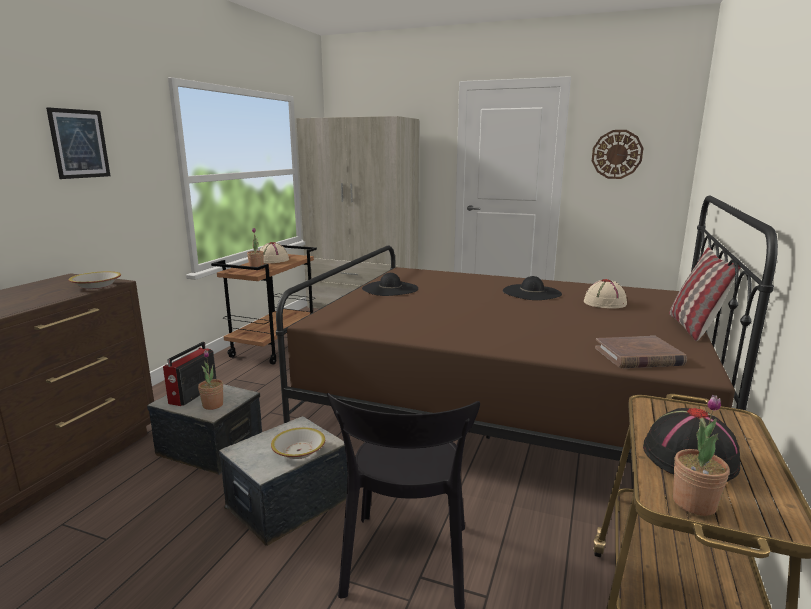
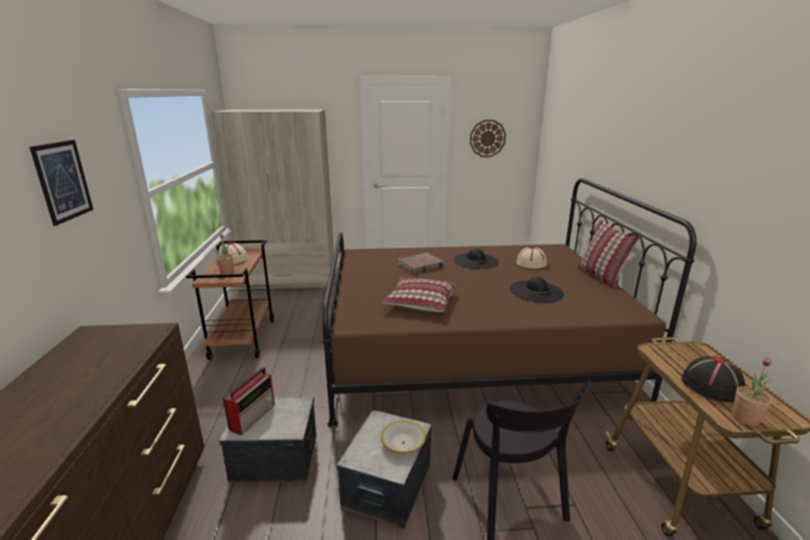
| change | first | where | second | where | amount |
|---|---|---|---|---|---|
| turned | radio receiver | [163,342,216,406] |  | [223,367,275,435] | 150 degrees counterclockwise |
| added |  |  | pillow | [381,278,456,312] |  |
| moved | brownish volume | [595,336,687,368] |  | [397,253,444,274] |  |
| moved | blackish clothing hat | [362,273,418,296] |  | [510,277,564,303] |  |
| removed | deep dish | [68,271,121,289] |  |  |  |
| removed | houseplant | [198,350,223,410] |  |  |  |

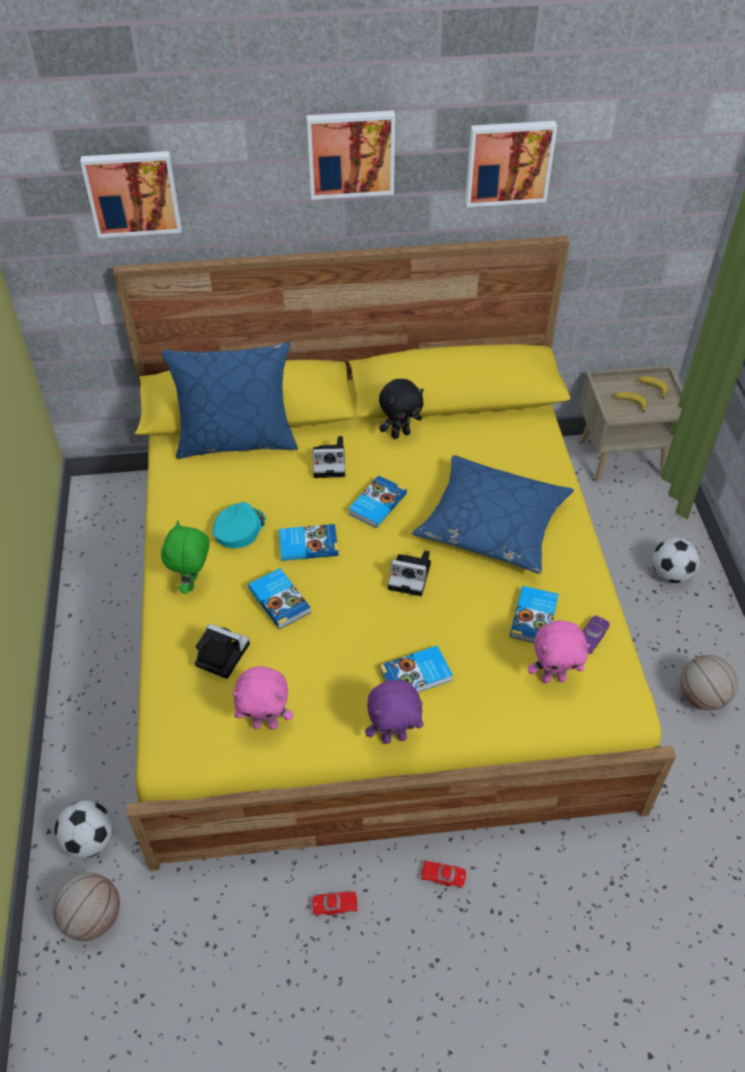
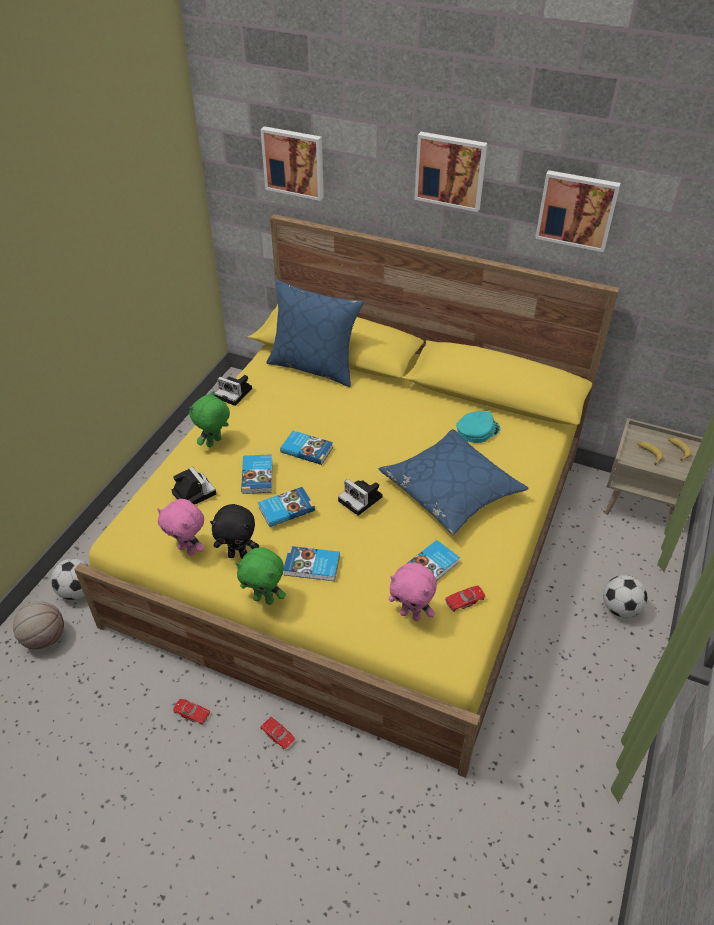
| change | first | where | second | where | amount |
|---|---|---|---|---|---|
| moved | blackish soft toy | [379,379,424,439] |  | [210,504,259,559] |  |
| moved | photo camera | [312,436,345,478] |  | [214,375,252,406] |  |
| recoloured | purplish soft toy | [365,680,424,744] | green-coloured soft toy | [236,548,286,605] |  |
| moved | volume | [348,475,407,528] |  | [258,487,315,527] |  |
| recoloured | purplish model car | [583,615,610,654] | red-coloured model car | [445,586,485,612] |  |
| moved | turquoise baseball cap | [213,502,266,548] |  | [456,411,501,443] |  |
| removed | basketball ball | [680,655,738,710] |  |  |  |

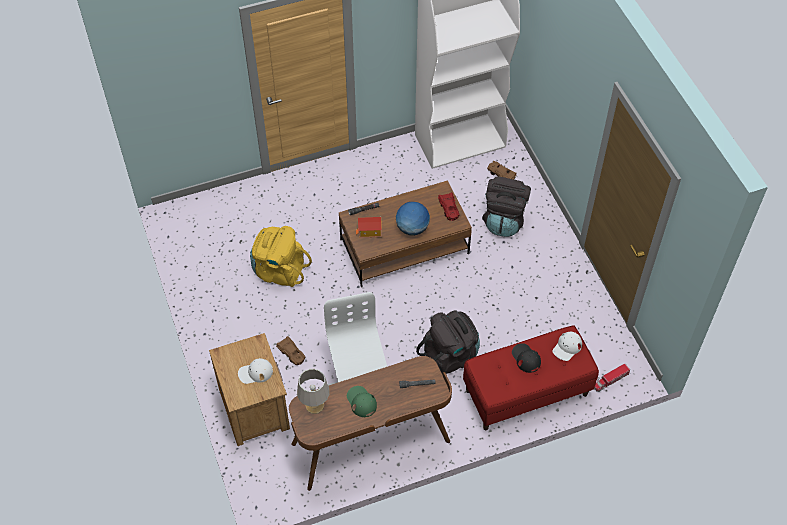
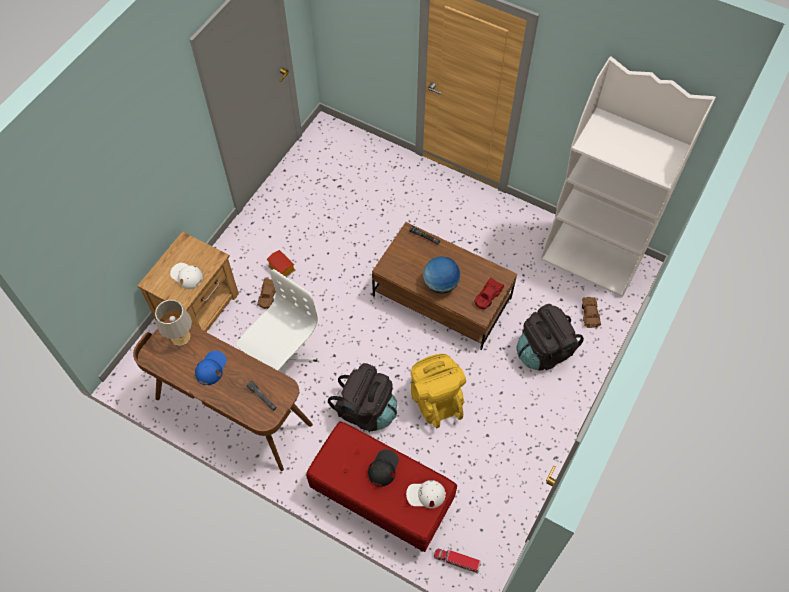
| change | first | where | second | where | amount |
|---|---|---|---|---|---|
| recoloured | green-coloured baseball cap | [347,386,377,417] | blue baseball cap | [195,351,227,385] |  |
| moved | model house | [356,217,382,238] |  | [267,250,295,277] |  |
| moved | yellow-coloured rucksack | [250,226,312,287] |  | [410,354,466,428] |  |

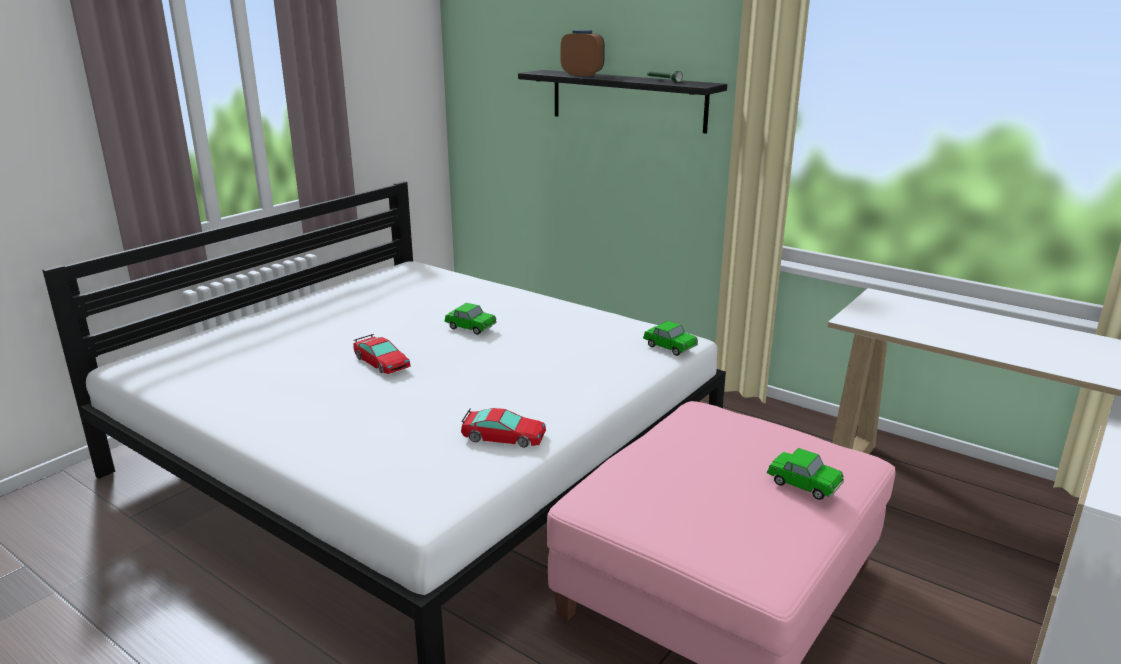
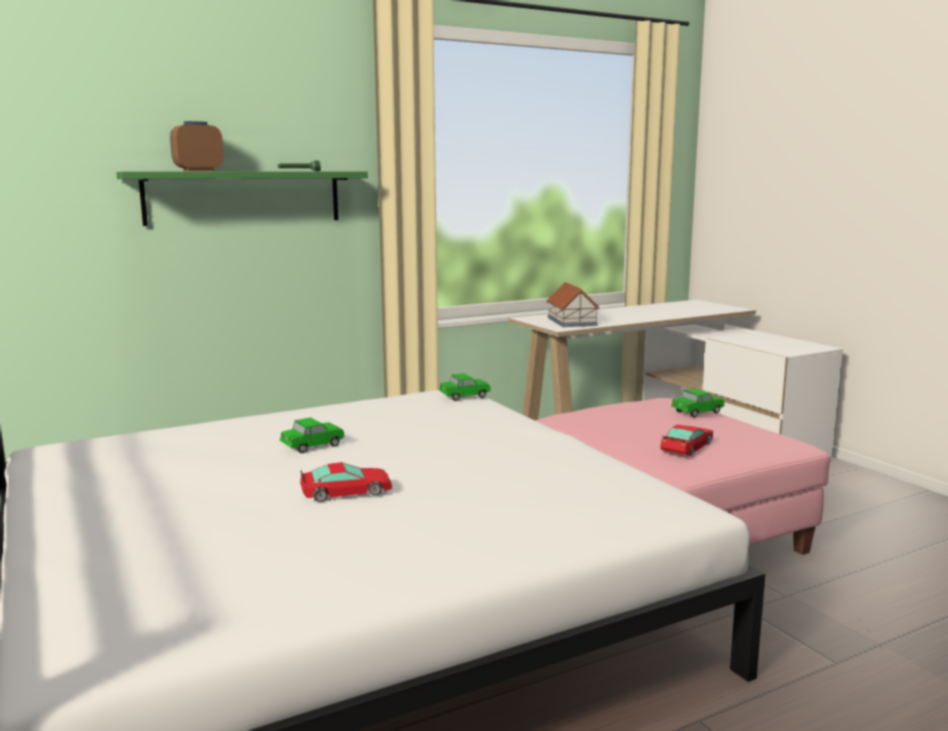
| change | first | where | second | where | amount |
|---|---|---|---|---|---|
| recoloured | blackish bracket shelf | [518,70,727,134] | green-coloured bracket shelf | [116,171,368,226] |  |
| added |  |  | model house | [546,282,600,327] |  |
| moved | model car | [461,408,546,448] |  | [660,425,713,456] |  |

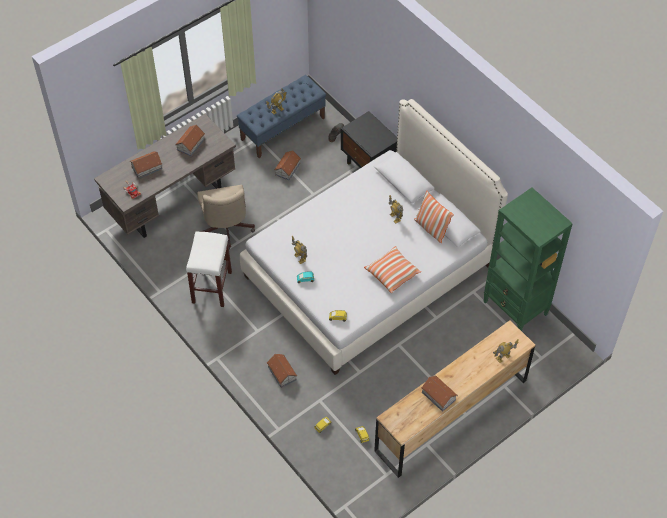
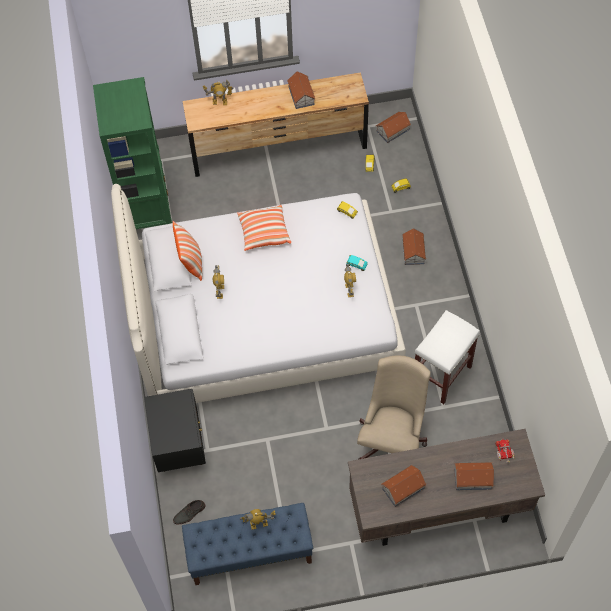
| change | first | where | second | where | amount |
|---|---|---|---|---|---|
| moved | model house | [274,150,301,180] |  | [376,112,411,143] |  |

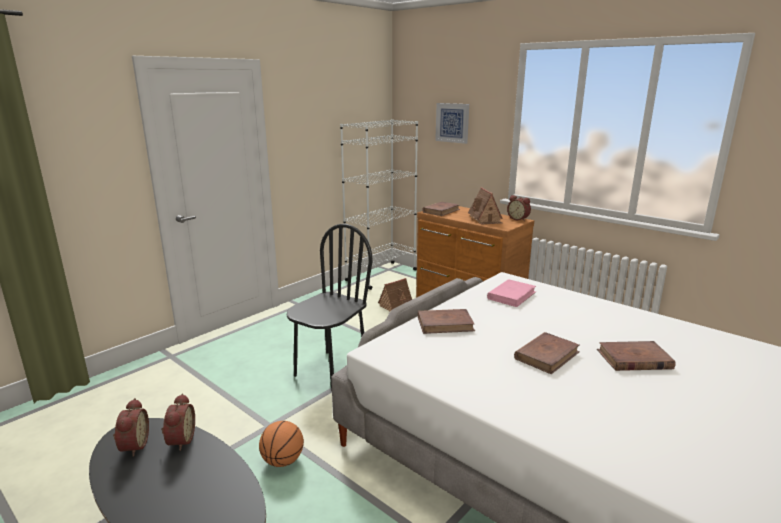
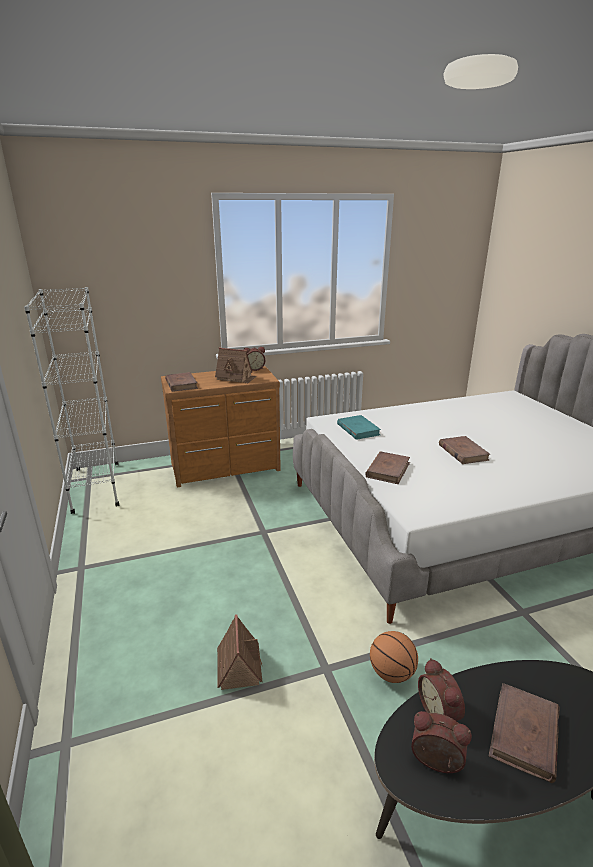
| change | first | where | second | where | amount |
|---|---|---|---|---|---|
| moved | model house | [378,278,412,311] |  | [217,614,262,690] |  |
| recoloured | pink volume | [487,279,536,307] | turquoise volume | [337,415,381,440] |  |
| turned | table clock | [161,393,195,451] |  | [418,658,465,721] | 135 degrees counterclockwise |
| moved | brownish volume | [597,341,676,371] |  | [489,683,560,783] |  |
| removed | blackish chair | [287,224,373,391] |  |  |  |
| removed | wall art | [435,103,469,144] |  |  |  |

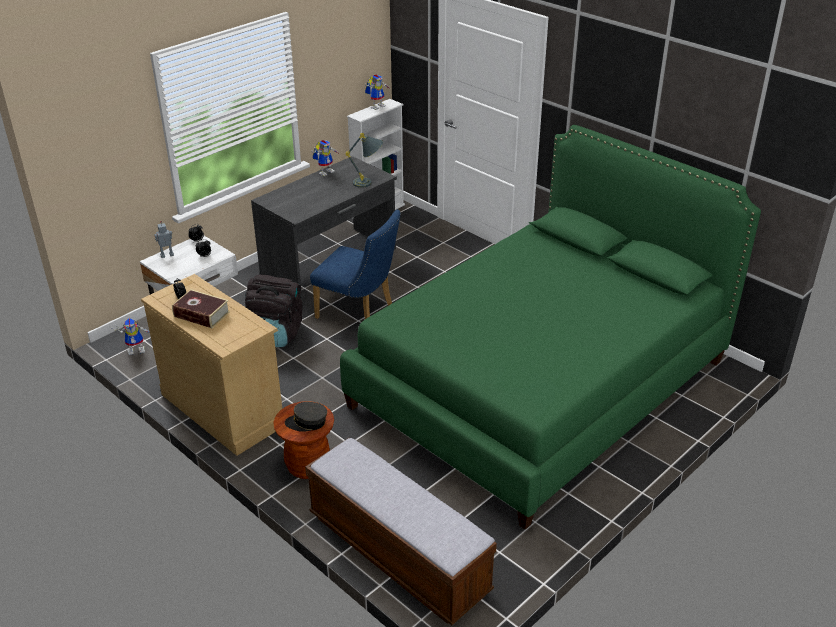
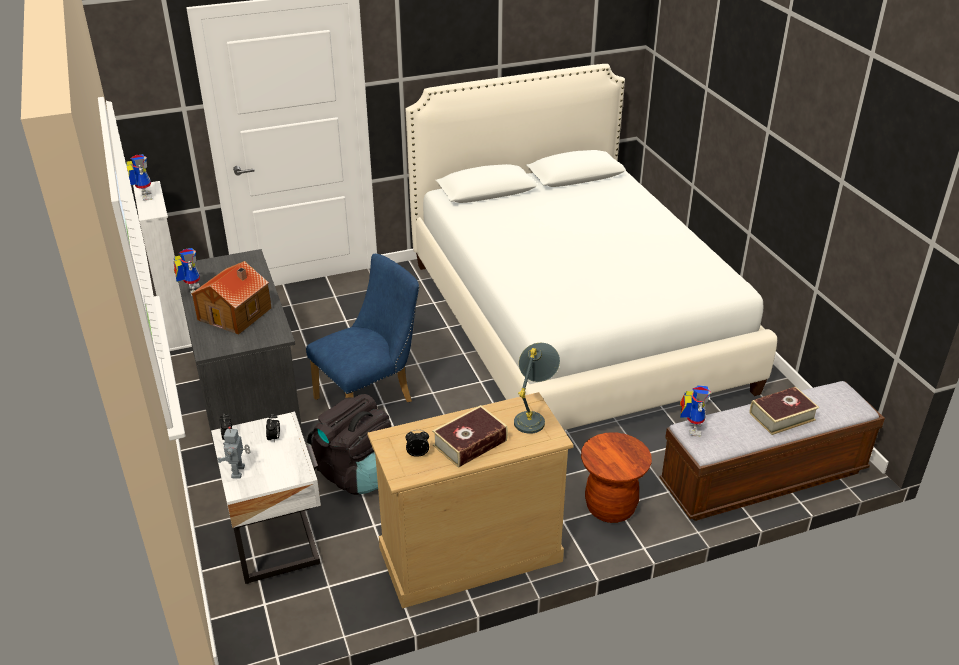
| change | first | where | second | where | amount |
|---|---|---|---|---|---|
| added |  |  | model house | [191,261,271,335] |  |
| recoloured | green-coloured bedroom bed | [340,125,761,529] | whitish bedroom bed | [406,64,777,430] |  |
| moved | greyish lamp for a table | [346,133,383,188] |  | [514,343,560,434] |  |
| moved | model robot | [111,318,150,355] |  | [680,385,711,437] |  |
| added |  |  | volume | [749,387,819,435] |  |
| removed | greyish baseball cap | [285,402,327,432] |  |  |  |

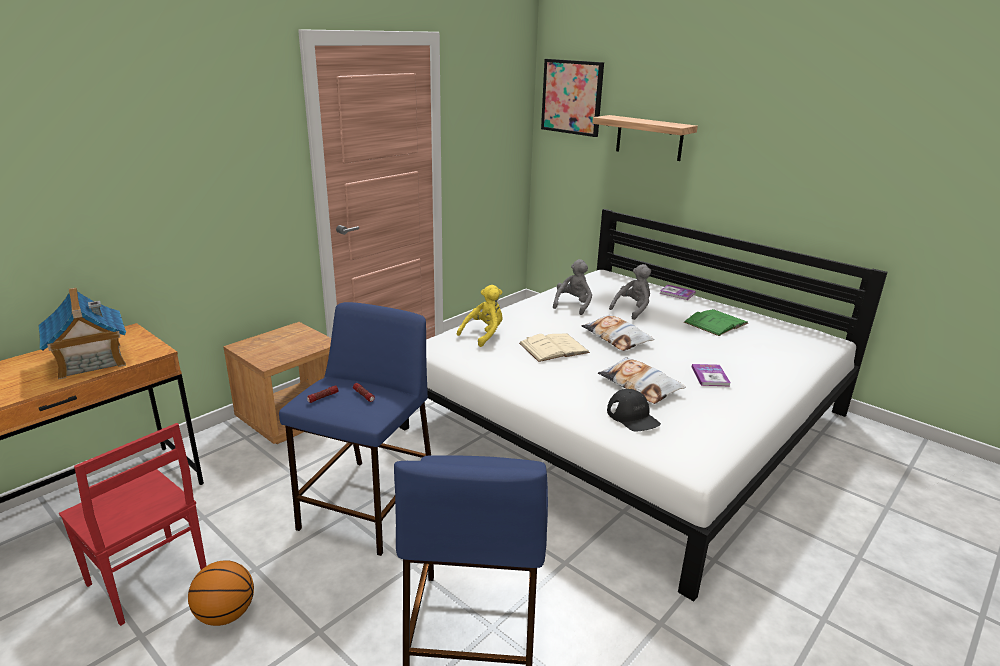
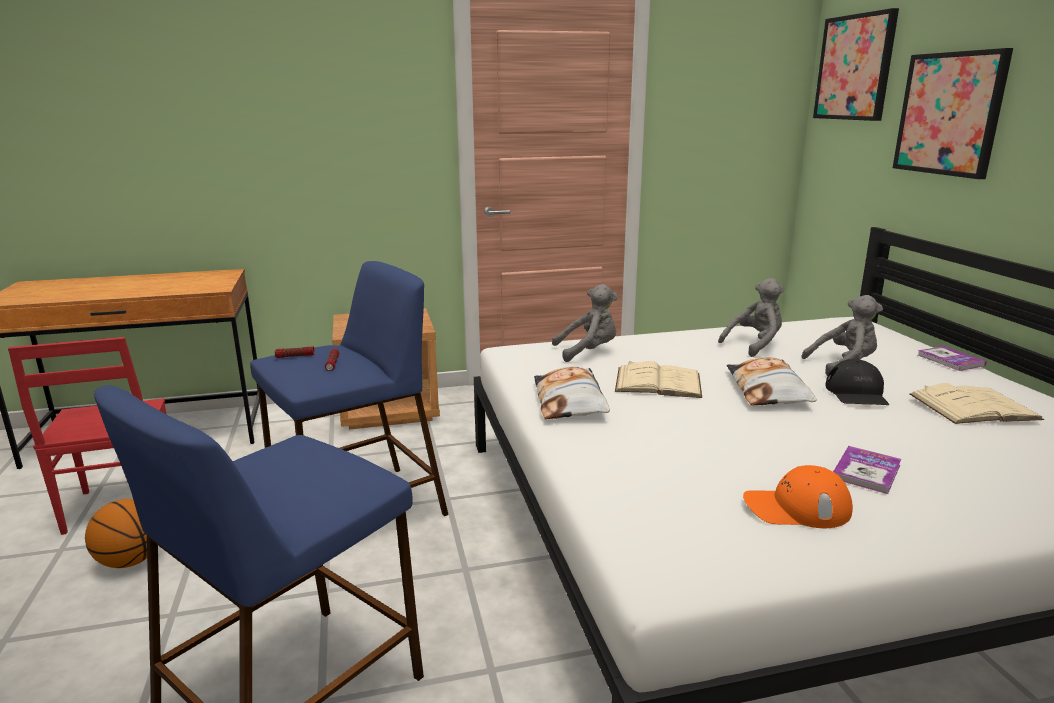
| change | first | where | second | where | amount |
|---|---|---|---|---|---|
| moved | pillow | [598,357,686,404] |  | [534,367,610,419] |  |
| recoloured | yellow-coloured soft toy | [457,285,503,347] | greyish soft toy | [552,284,618,362] |  |
| added |  |  | orange-coloured baseball cap | [743,465,853,528] |  |
| moved | blackish baseball cap | [607,389,661,432] |  | [825,359,889,405] |  |
| replaced | bracket shelf | [592,115,698,161] | wall art | [893,48,1013,179] |  |
| recoloured | green-coloured volume | [684,309,748,336] | beige volume | [909,383,1044,424] |  |
| removed | model house | [38,288,126,380] |  |  |  |

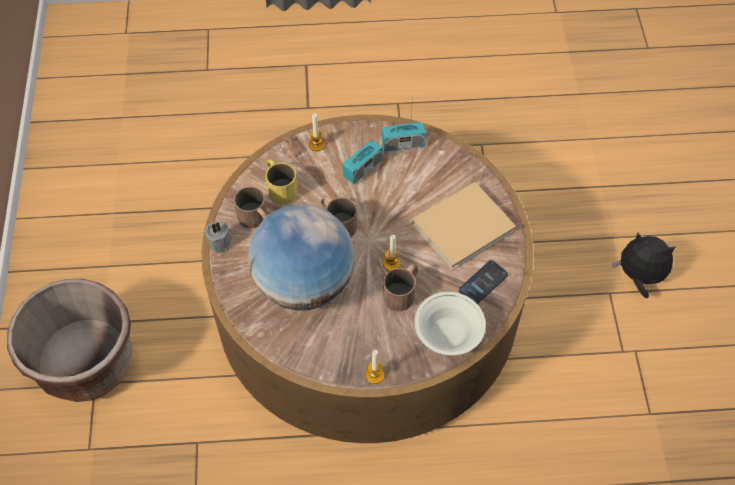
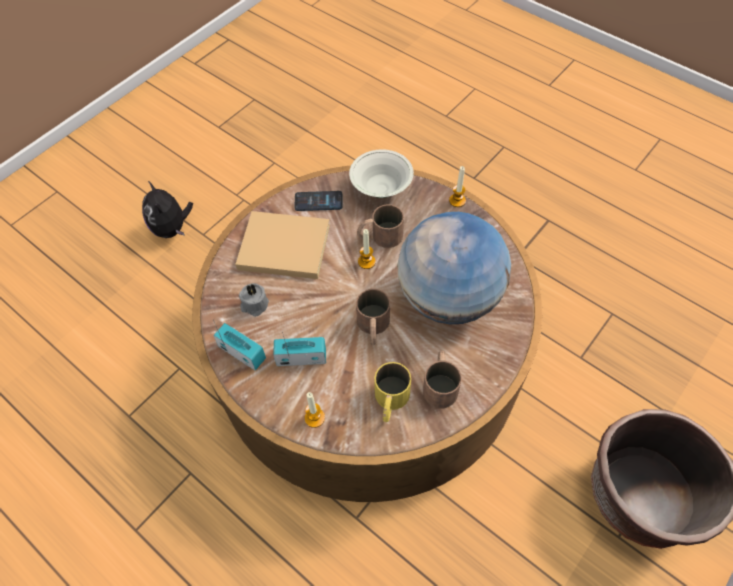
| change | first | where | second | where | amount |
|---|---|---|---|---|---|
| moved | greyish wax light | [205,222,232,253] |  | [239,283,269,317] |  |

